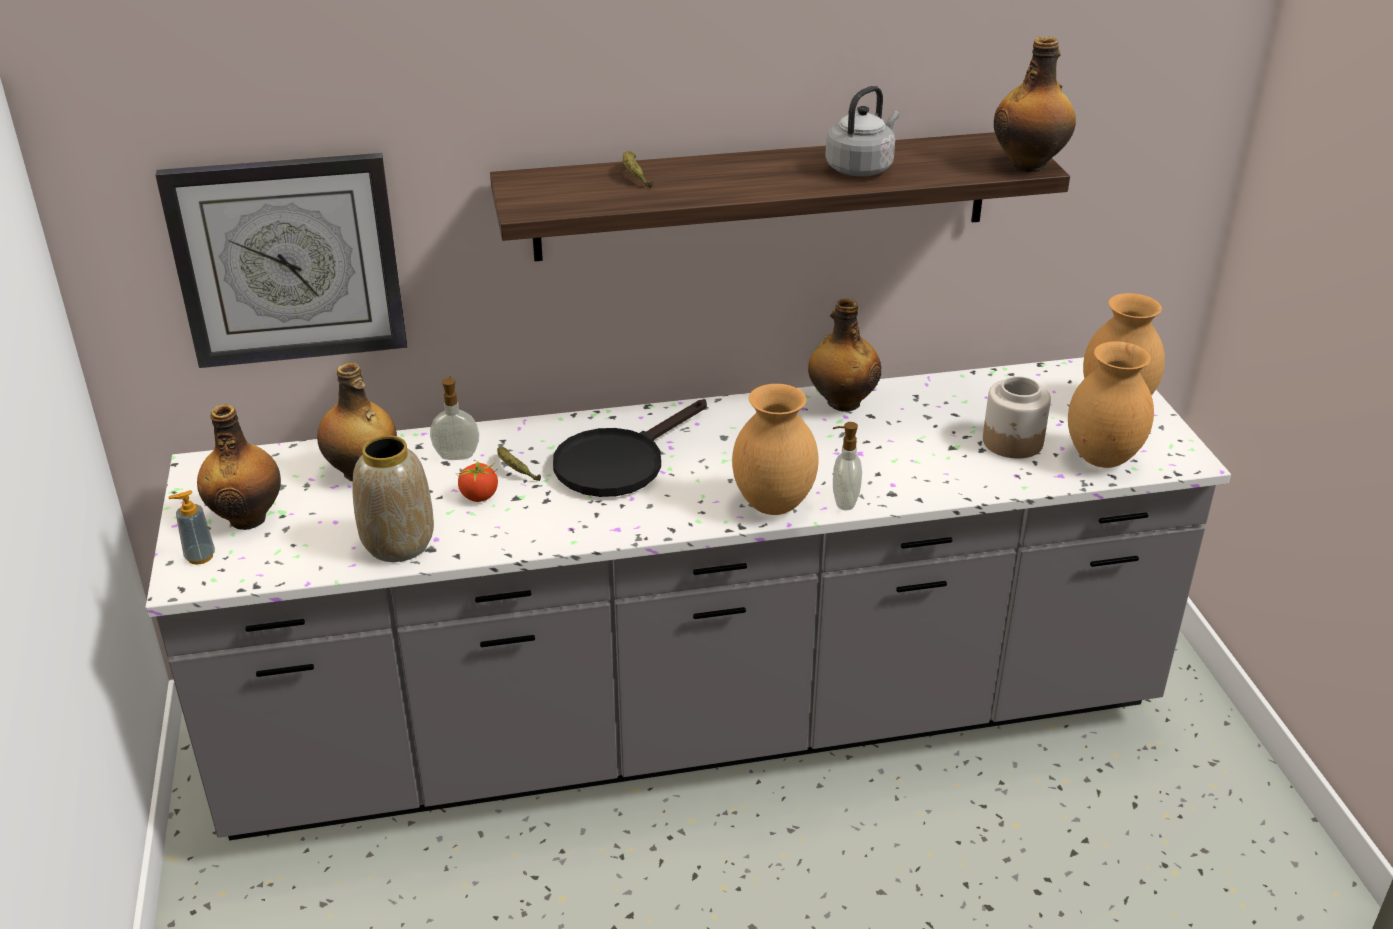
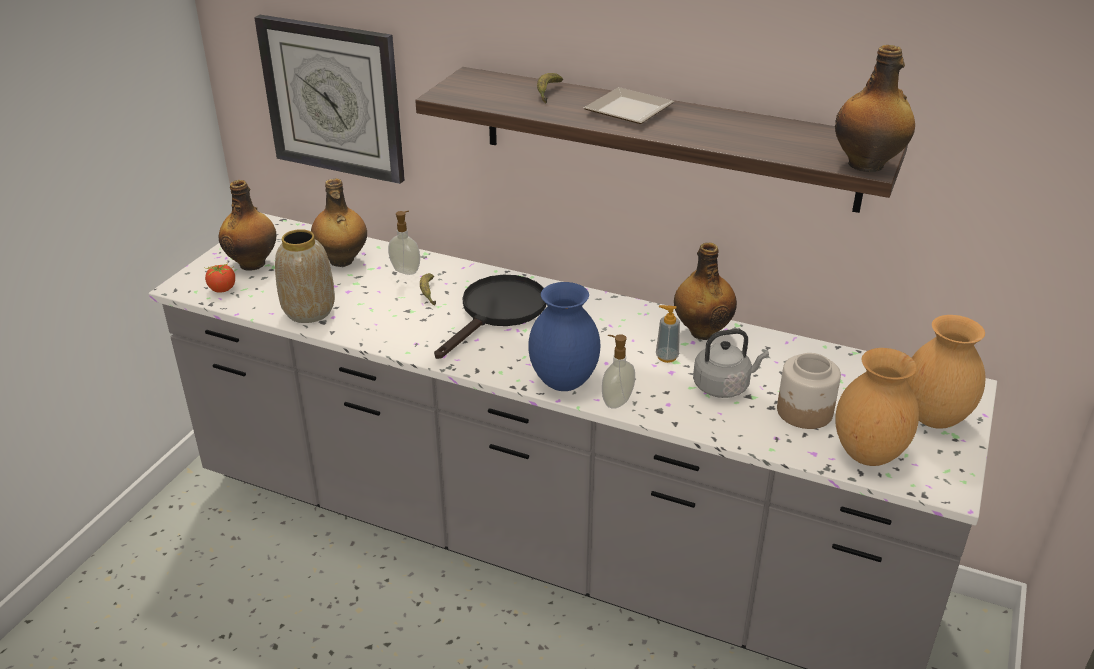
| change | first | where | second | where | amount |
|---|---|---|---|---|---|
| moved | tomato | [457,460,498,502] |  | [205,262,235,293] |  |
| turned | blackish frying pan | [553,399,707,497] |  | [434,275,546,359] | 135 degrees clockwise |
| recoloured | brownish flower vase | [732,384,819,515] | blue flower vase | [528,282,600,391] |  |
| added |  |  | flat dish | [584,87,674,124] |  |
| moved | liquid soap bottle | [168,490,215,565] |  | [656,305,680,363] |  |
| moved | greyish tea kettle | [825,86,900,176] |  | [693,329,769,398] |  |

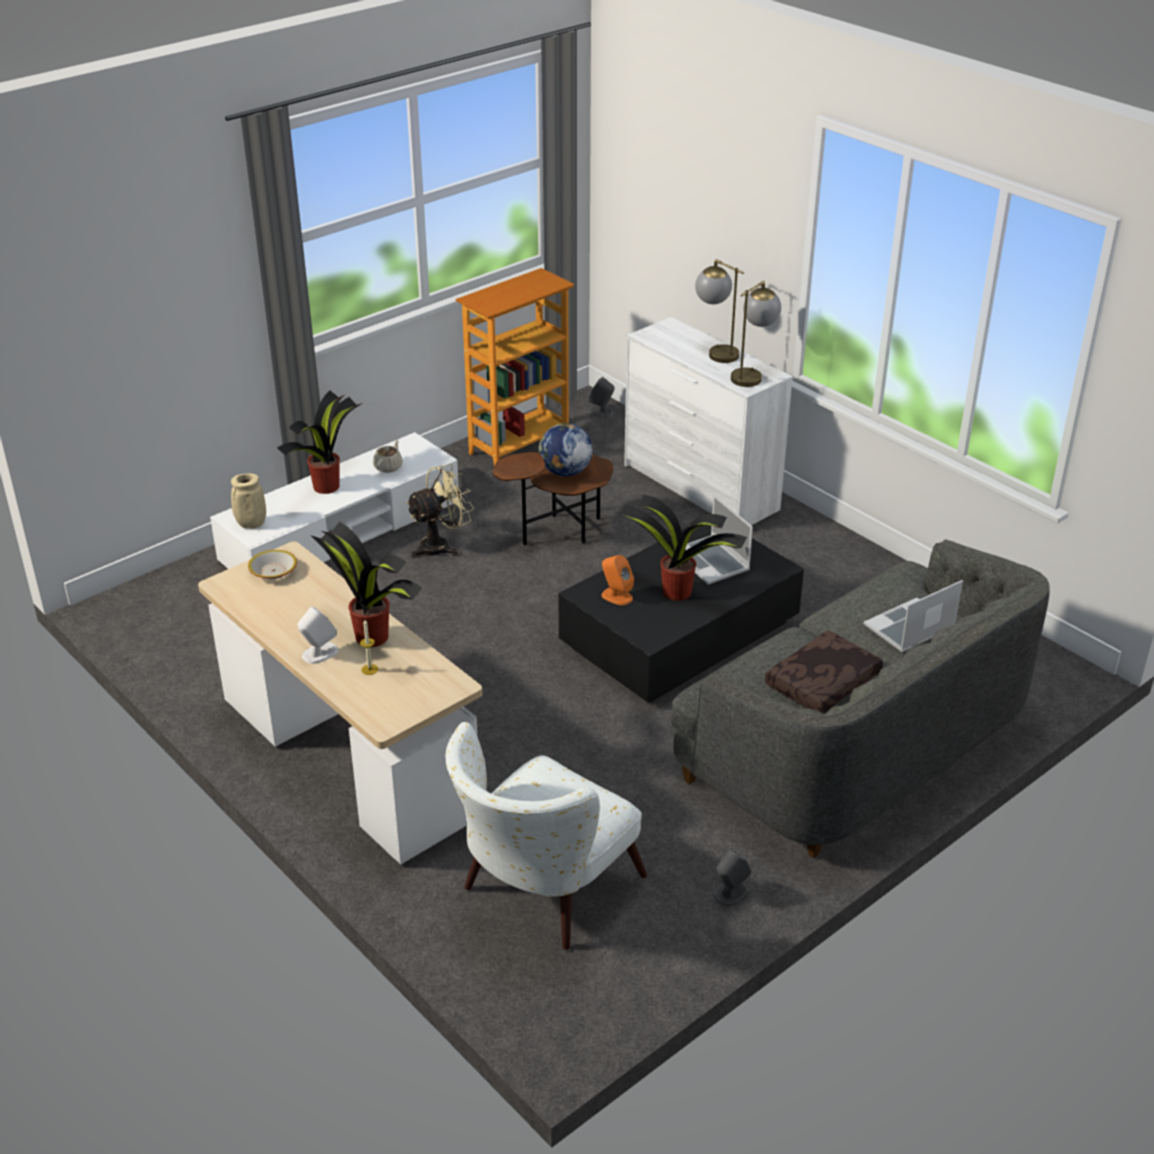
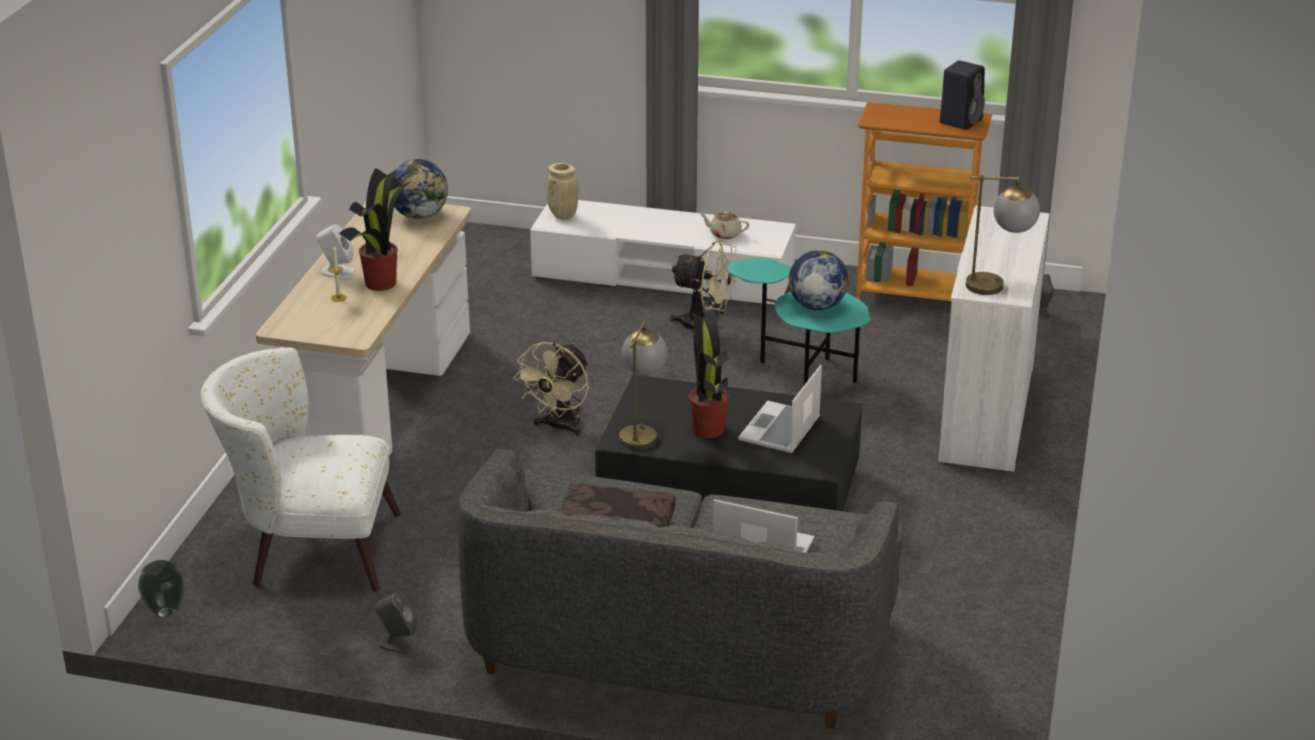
| change | first | where | second | where | amount |
|---|---|---|---|---|---|
| added |  |  | flower vase | [138,560,185,619] |  |
| replaced | deep dish | [248,550,297,579] | desk globe | [393,159,448,219] |  |
| added |  |  | beige cooling fan | [513,342,589,437] |  |
| moved | lamp for a table | [695,259,744,363] |  | [619,322,667,450] |  |
| turned | beige tea pot | [373,439,403,473] |  | [699,211,749,239] | 150 degrees counterclockwise |
| recoloured | brownish accent table | [492,452,613,545] | turquoise accent table | [728,258,871,385] |  |
| added |  |  | blackish speaker | [940,60,985,130] |  |
| removed | houseplant | [277,391,362,494] |  |  |  |
| removed | orange-coloured speaker | [601,555,634,605] |  |  |  |

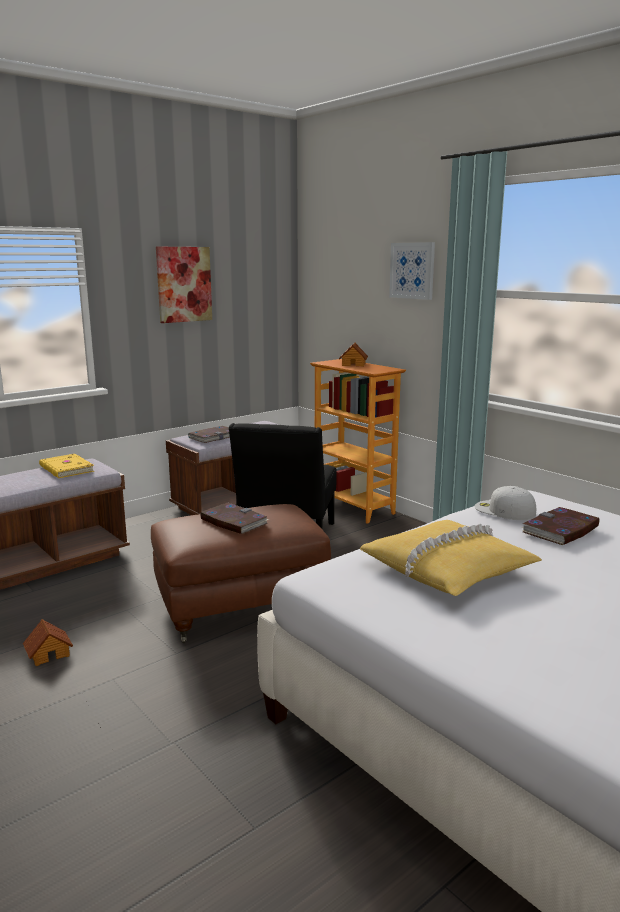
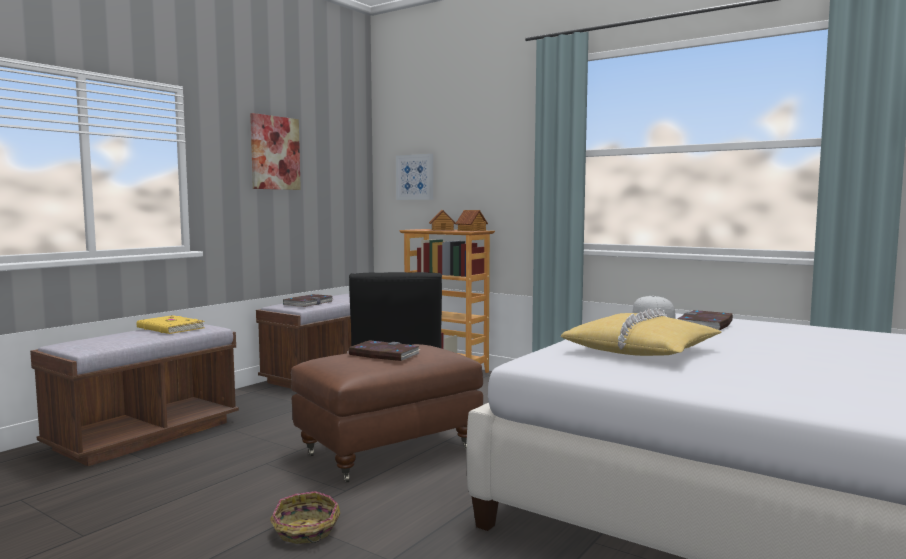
| change | first | where | second | where | amount |
|---|---|---|---|---|---|
| added |  |  | basket | [270,491,340,544] |  |
| moved | wall art | [389,242,435,300] |  | [396,154,433,200] |  |
| moved | model house | [23,619,73,666] |  | [455,210,488,231] |  |

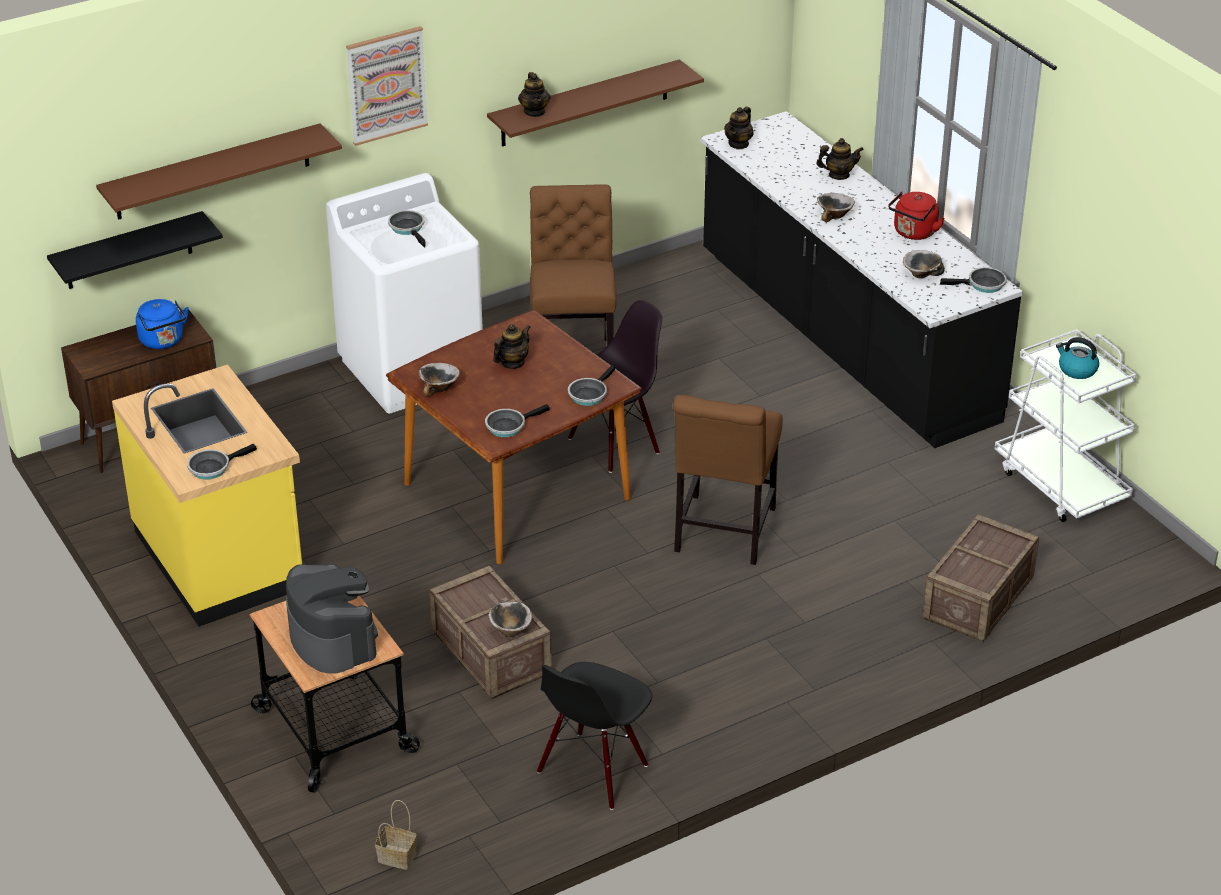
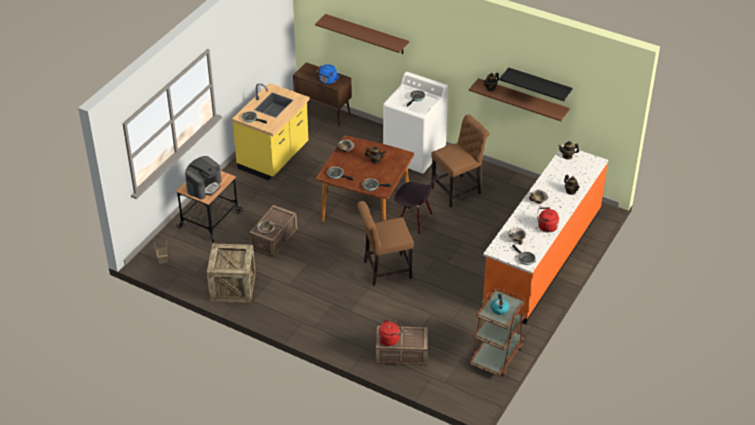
| change | first | where | second | where | amount |
|---|---|---|---|---|---|
| replaced | blackish chair | [537,662,652,810] | crate | [207,243,256,303] |  |
| added |  |  | red-coloured tea kettle | [378,319,403,346] |  |
| recoloured | whitish trolley | [994,329,1137,522] | brownish trolley | [469,287,526,377] |  |
| recoloured | blackish kitchen base unit | [700,111,1023,448] | orange-coloured kitchen base unit | [483,145,608,324] |  |
| moved | blackish bracket shelf | [47,211,223,289] |  | [499,68,573,101] |  |
| removed | wall art | [346,26,428,146] |  |  |  |

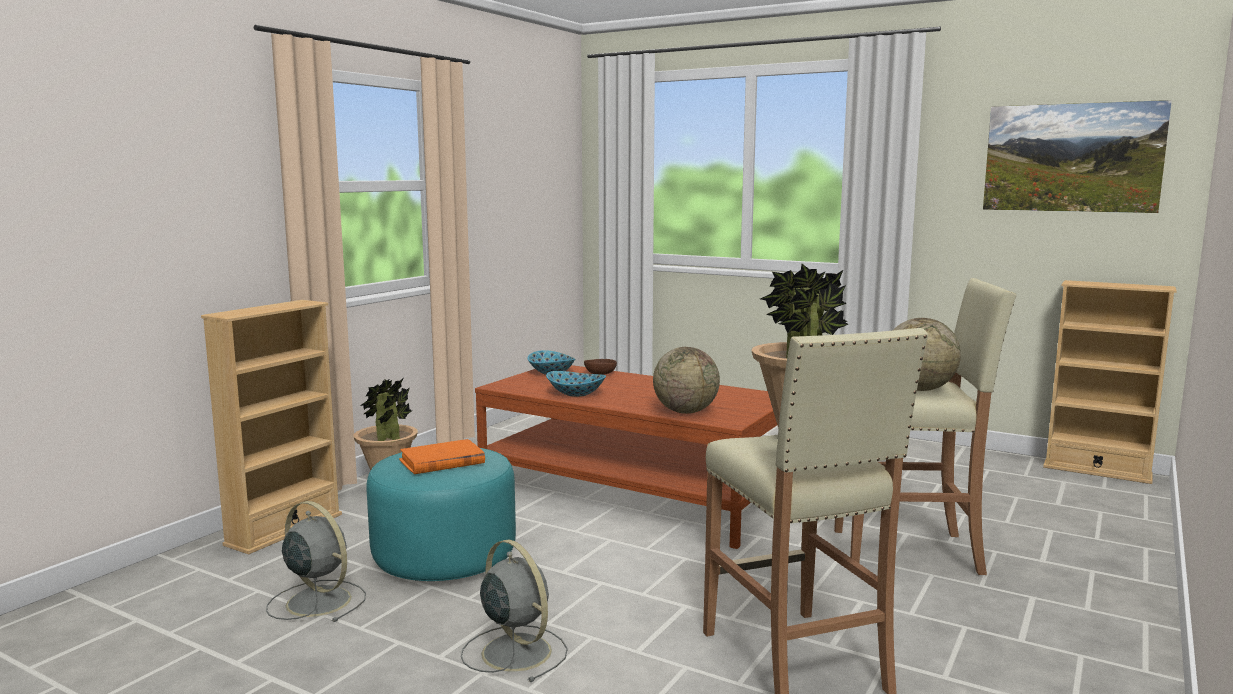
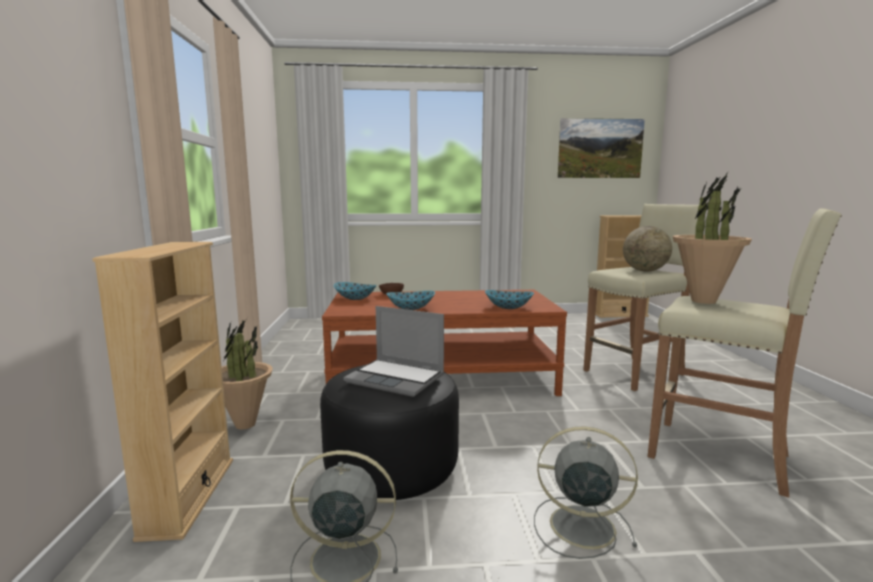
| change | first | where | second | where | amount |
|---|---|---|---|---|---|
| recoloured | turquoise pouffe | [366,448,516,581] | blackish pouffe | [320,365,459,500] |  |
| replaced | orange-coloured volume | [399,439,485,474] | portable computer | [343,306,444,397] |  |
| replaced | desk globe | [653,347,720,414] | deep dish | [485,290,534,309] |  |

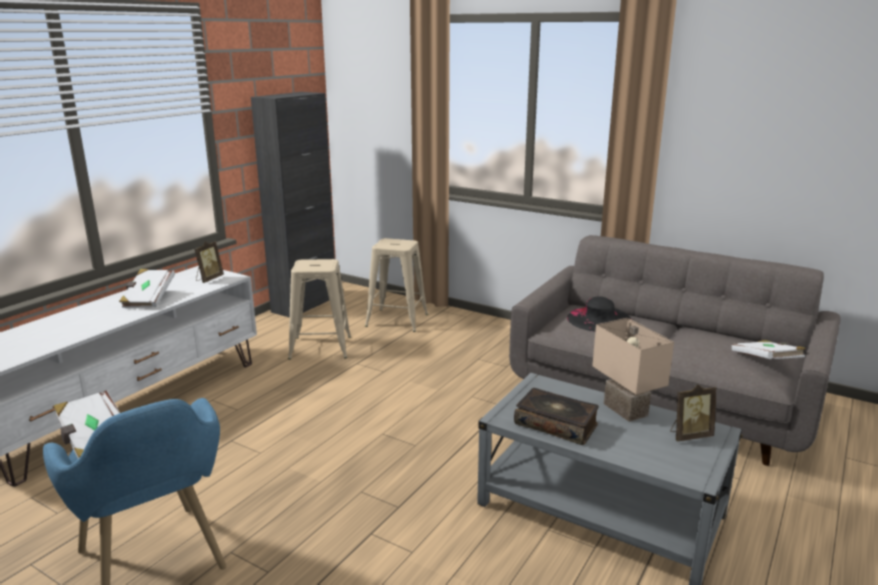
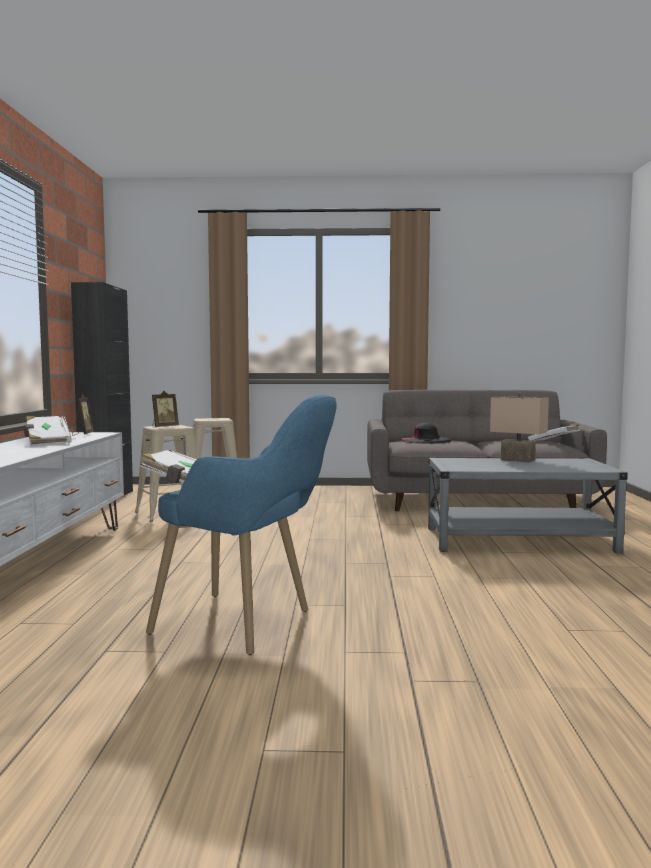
| change | first | where | second | where | amount |
|---|---|---|---|---|---|
| moved | standing frame | [670,384,717,441] |  | [152,391,179,427] |  |
| removed | volume | [514,388,599,445] |  |  |  |

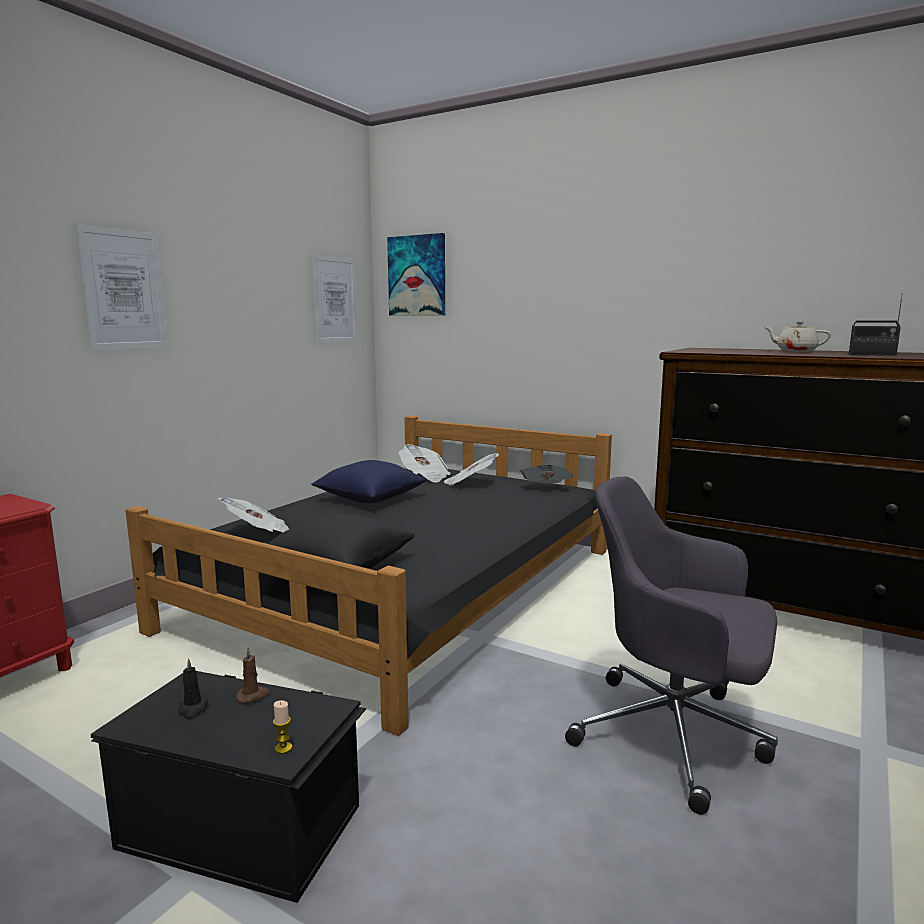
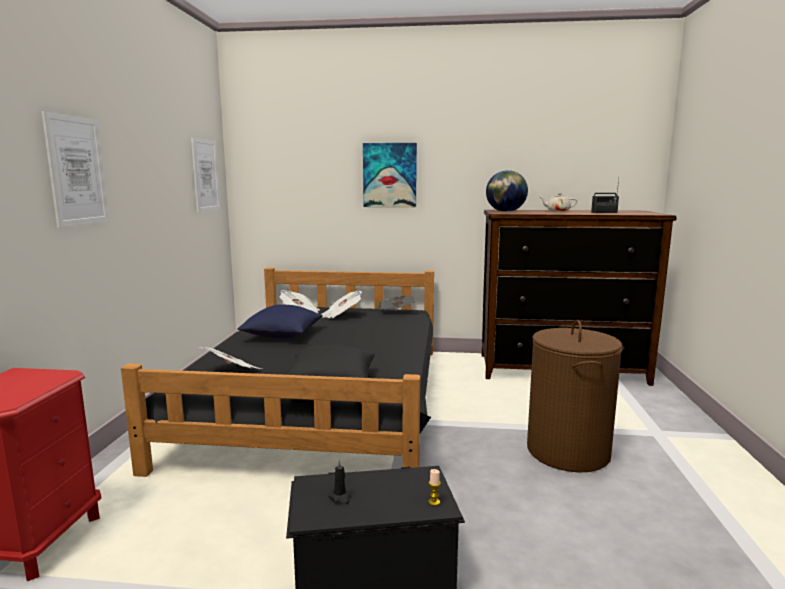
| change | first | where | second | where | amount |
|---|---|---|---|---|---|
| moved | wall art | [387,233,445,316] |  | [363,143,417,207] |  |
| added |  |  | desk globe | [486,170,528,212] |  |
| replaced | greyish computer chair | [565,476,778,815] | brownish washing basket | [527,320,623,473] |  |
| removed | brownish wax light | [236,648,270,703] |  |  |  |

